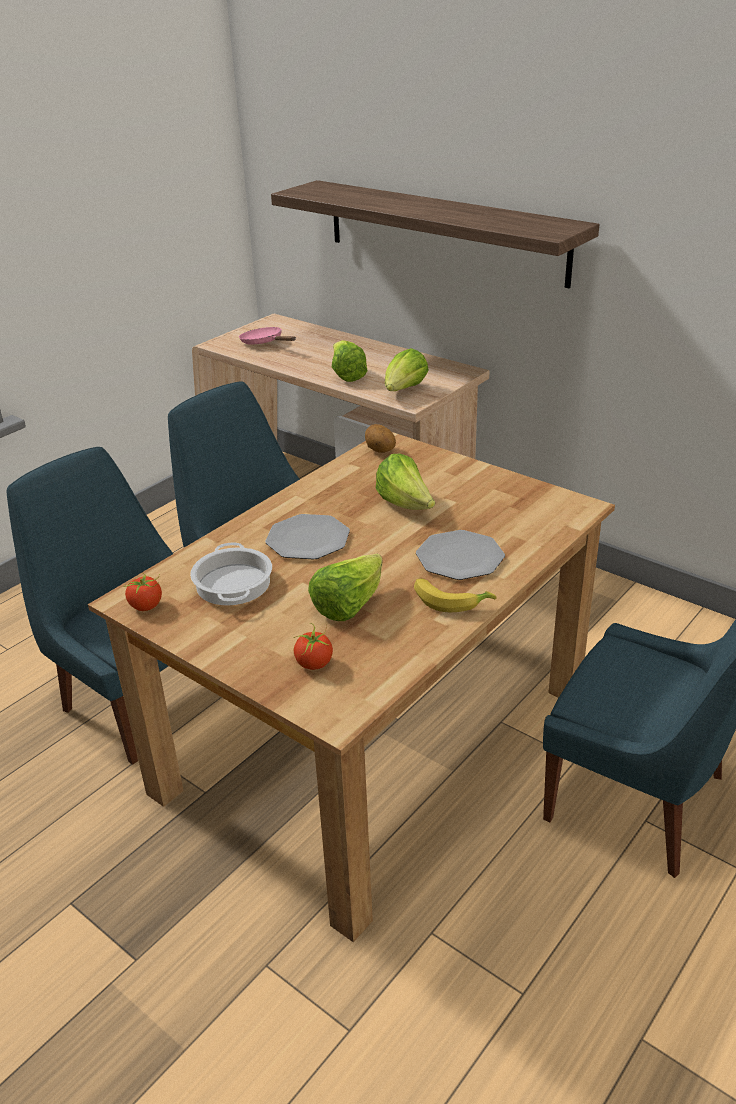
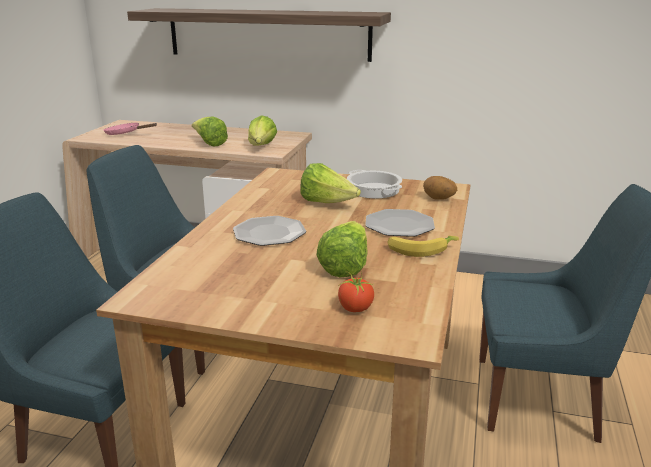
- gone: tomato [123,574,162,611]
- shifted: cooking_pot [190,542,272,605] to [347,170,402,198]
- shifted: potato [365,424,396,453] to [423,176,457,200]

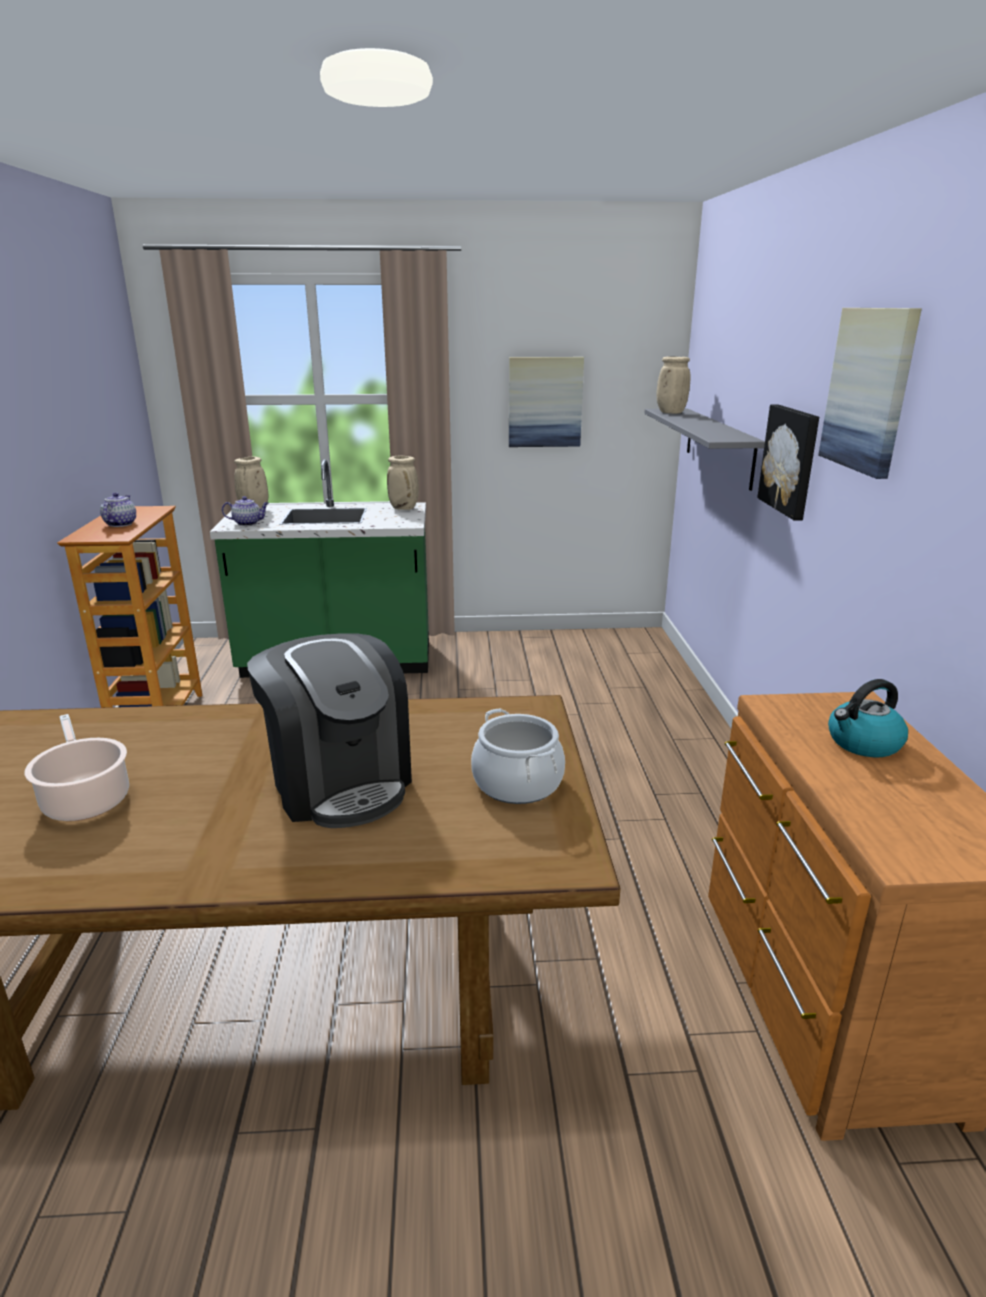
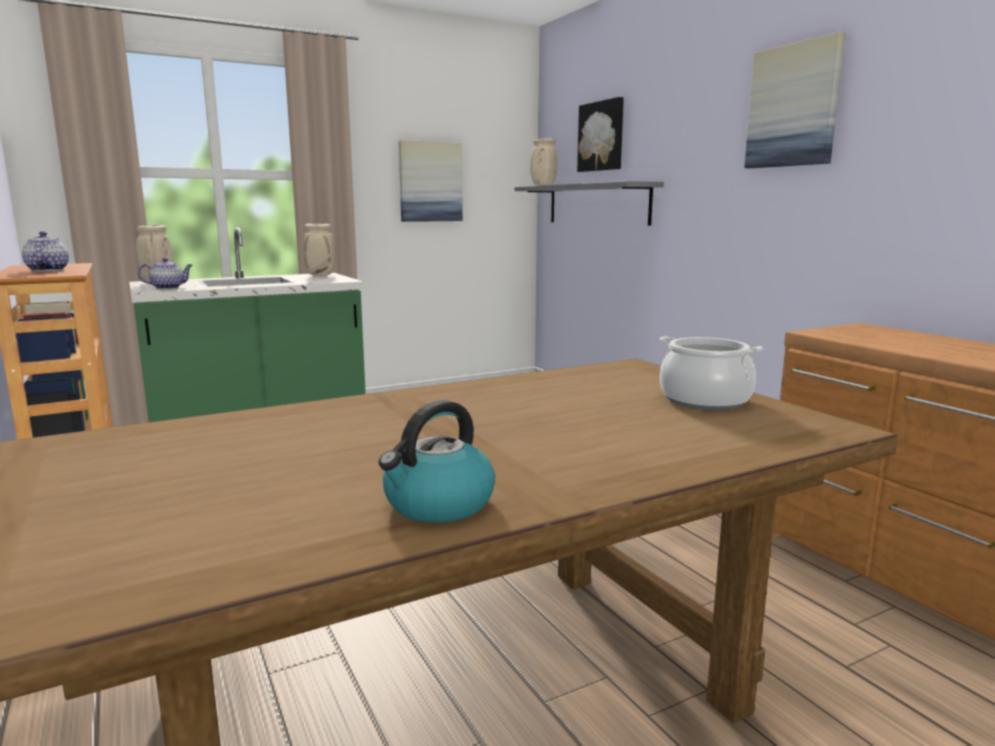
- gone: cooking_pot [24,714,129,821]
- gone: coffee_machine [247,633,412,828]
- shifted: picture [757,404,819,521] to [577,97,624,172]
- shifted: kettle [828,679,908,757] to [379,400,495,523]

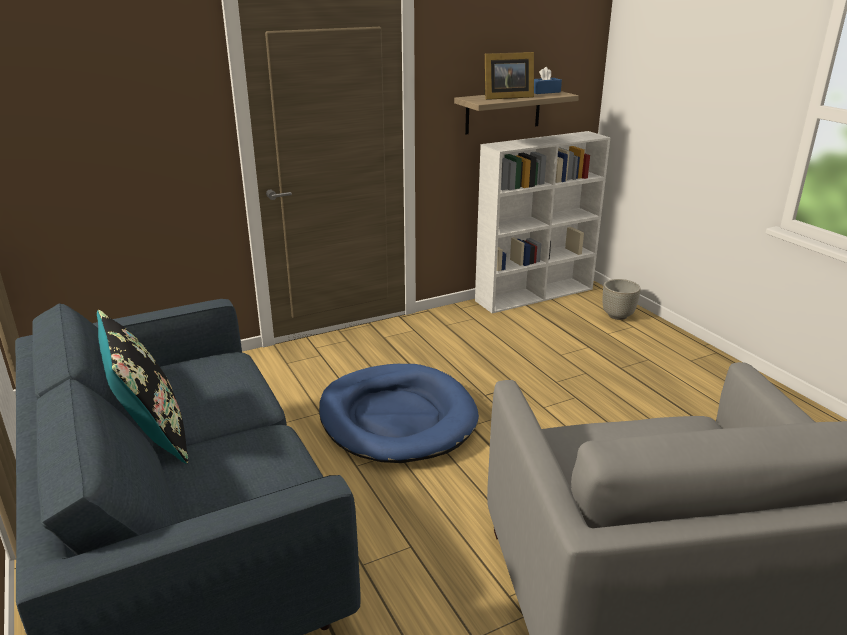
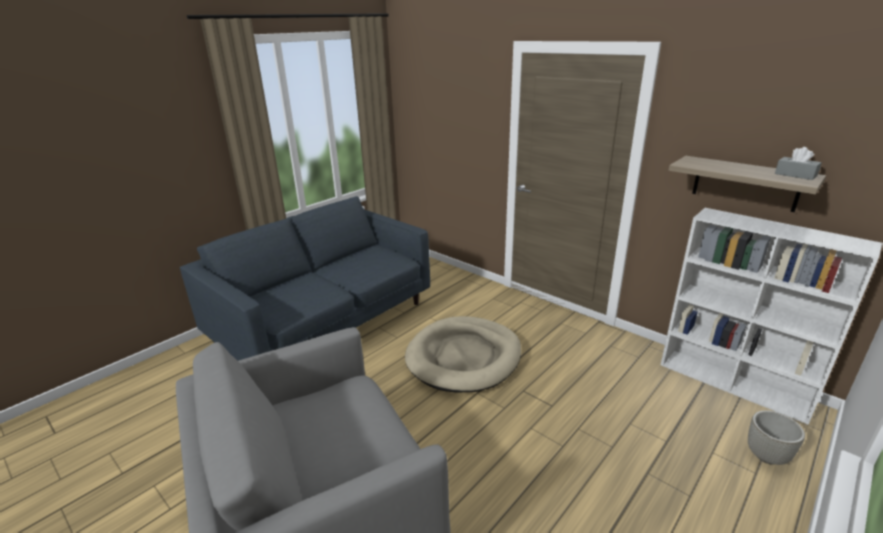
- gone: black_pillow [97,310,188,464]
- gone: picture_frame [484,52,534,100]
- repainted: blue_dog_bed [319,364,479,463] to beige_dog_bed [405,316,521,393]
- repainted: blue_tissue_box [534,67,562,94] to grey_tissue_box [775,147,822,180]

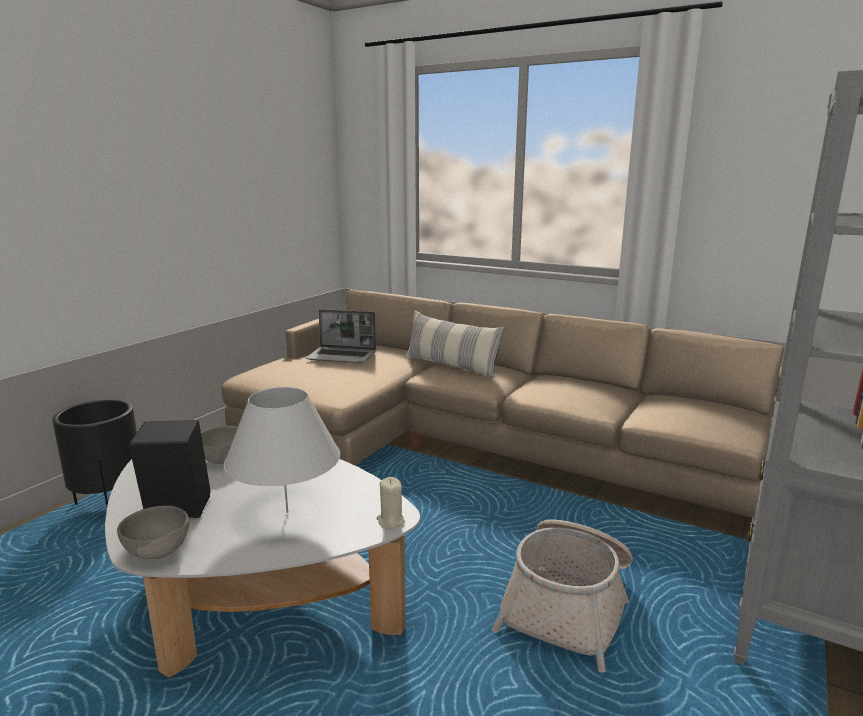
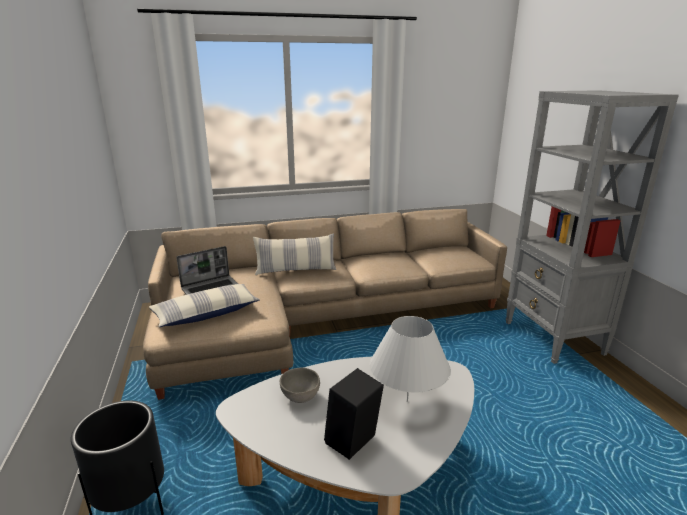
- gone: grey_bowl [117,506,189,559]
- gone: beige_candle [376,477,405,528]
- gone: basket [491,519,633,673]
- new: pillow [149,284,260,327]

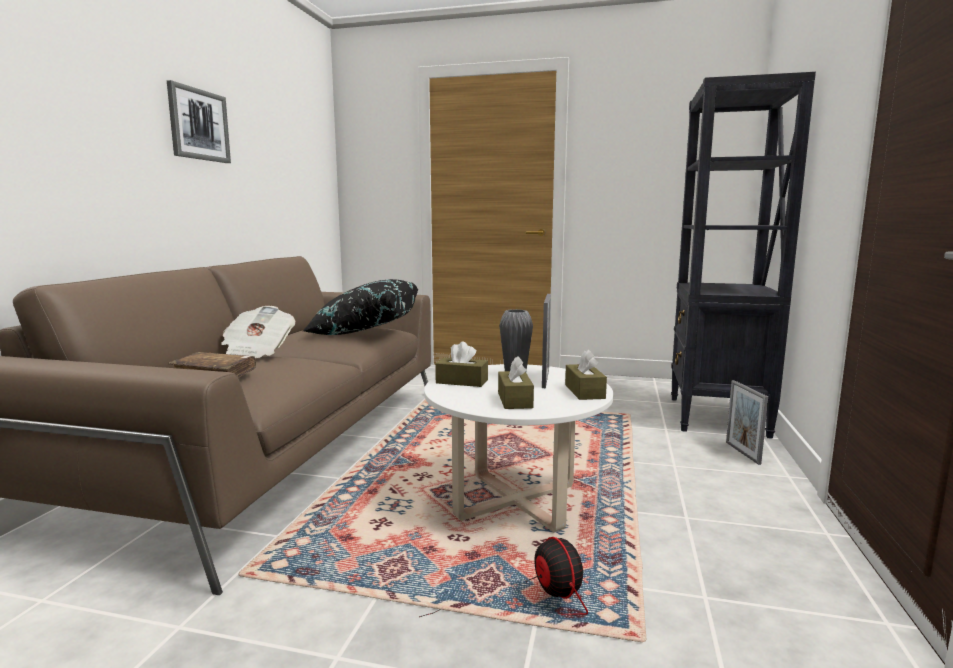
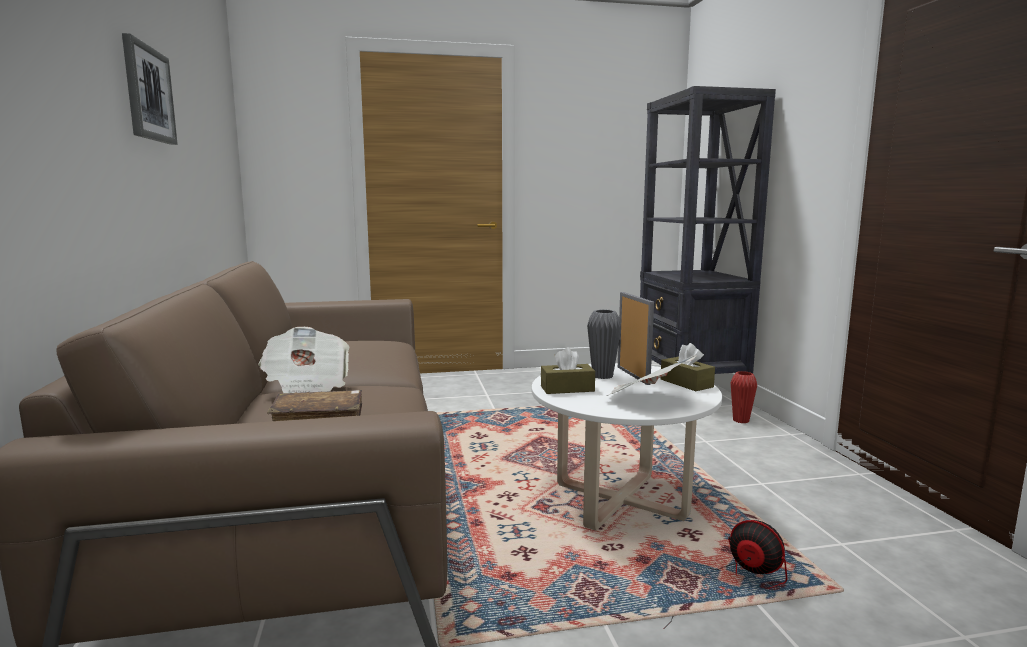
- gone: black_pillow [303,279,418,335]
- swapped: brown_tissue_box [498,356,534,409] to newspaper [607,355,697,396]
- swapped: picture_frame [726,380,768,465] to red_vase [731,371,757,423]

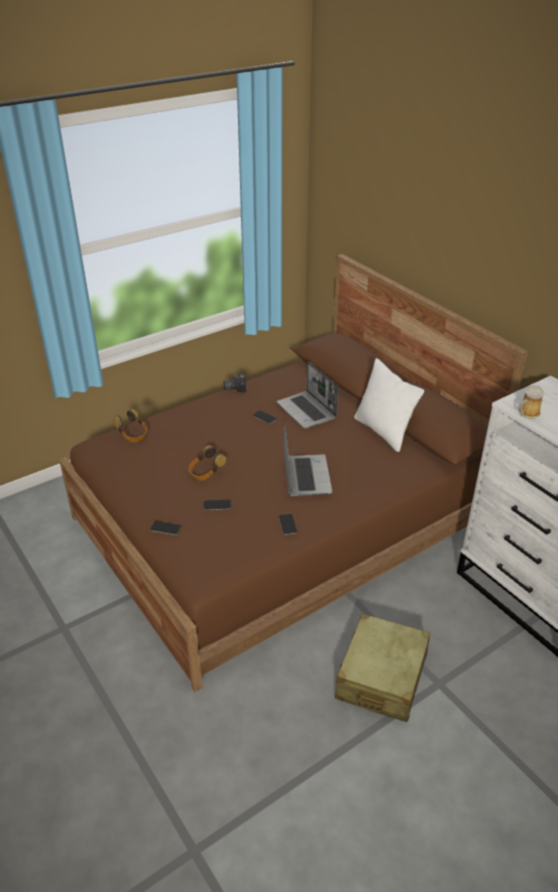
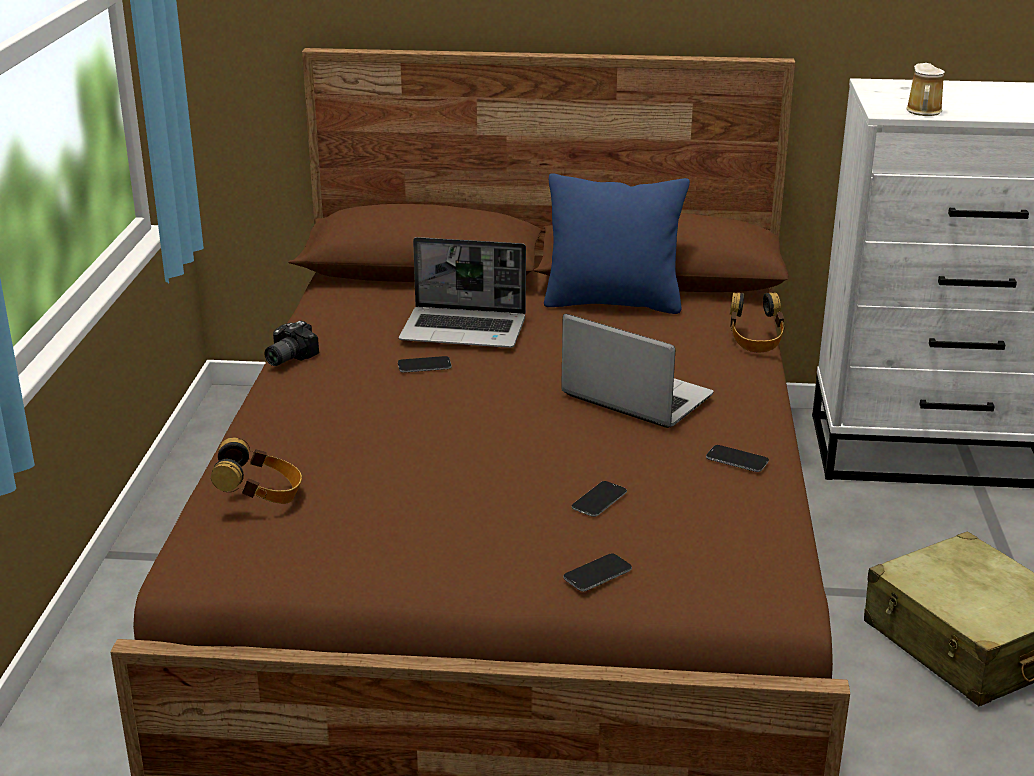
- shifted: headphones [189,445,226,481] to [730,293,785,353]
- repainted: white_pillow [354,358,424,452] to blue_pillow [544,173,690,314]

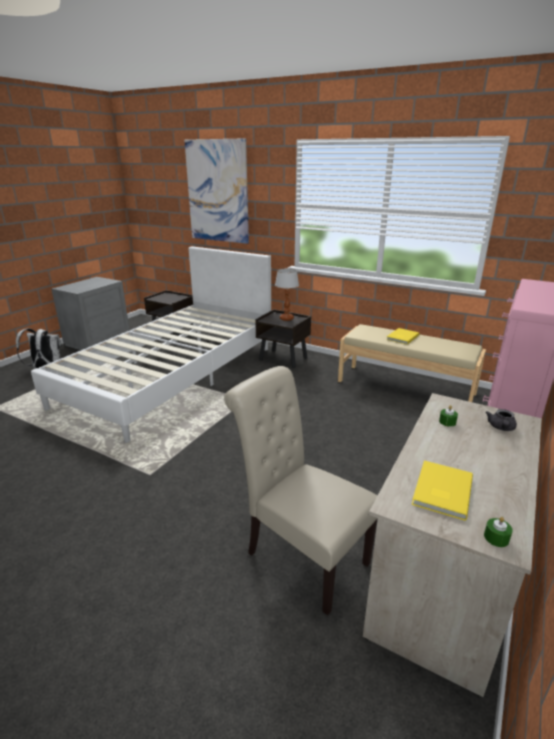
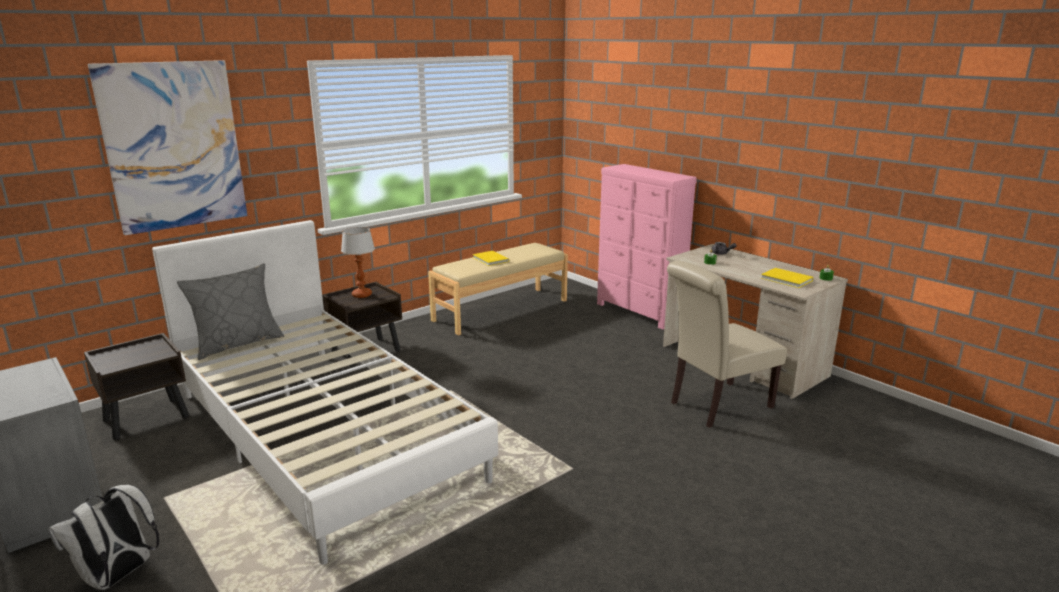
- new: grey_pillow [177,263,284,360]

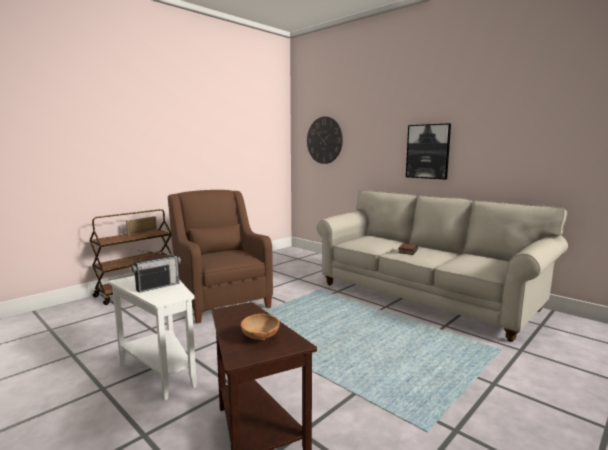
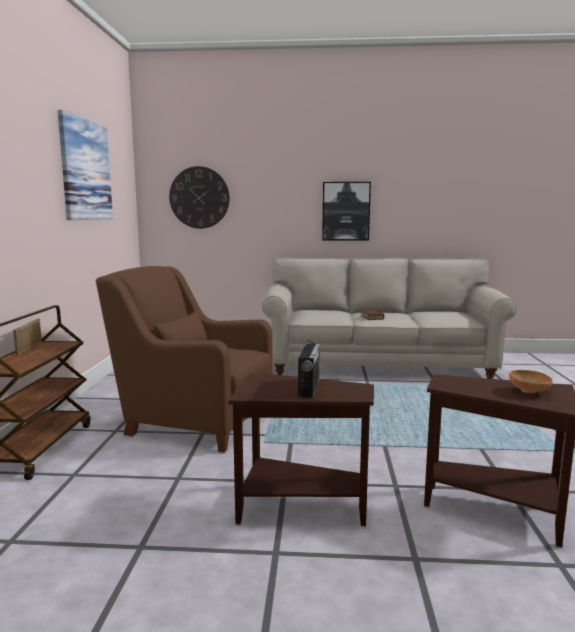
- new: picture [58,110,113,220]
- repainted: white_side_table [108,276,197,401] to brown_side_table [228,372,374,526]

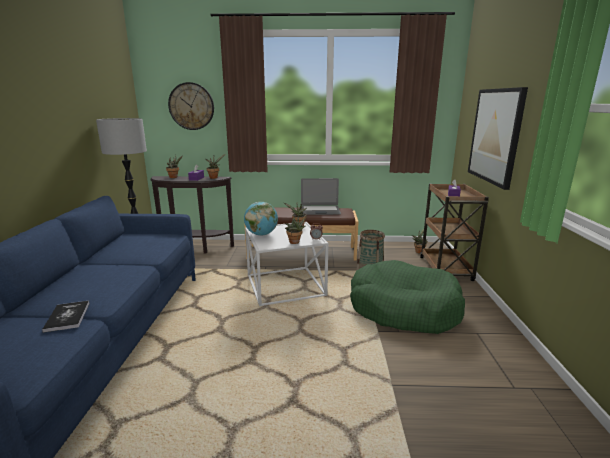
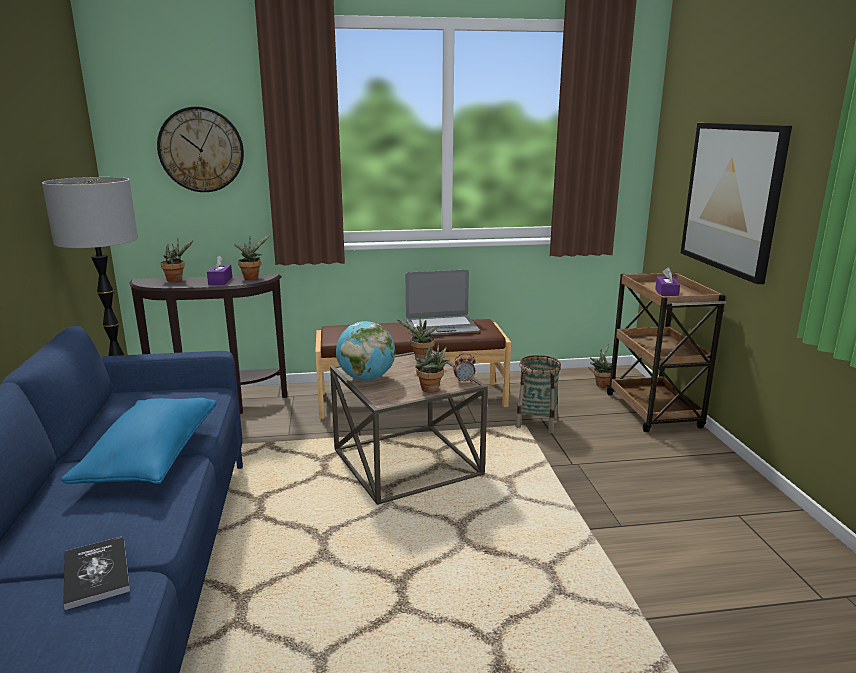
- gone: green_dog_bed [350,260,465,334]
- new: blue_pillow [61,398,217,484]
- repainted: white_side_table [245,222,329,306] to brown_side_table [330,350,488,505]

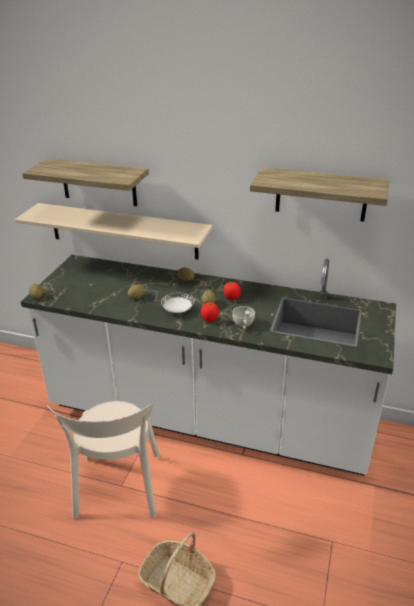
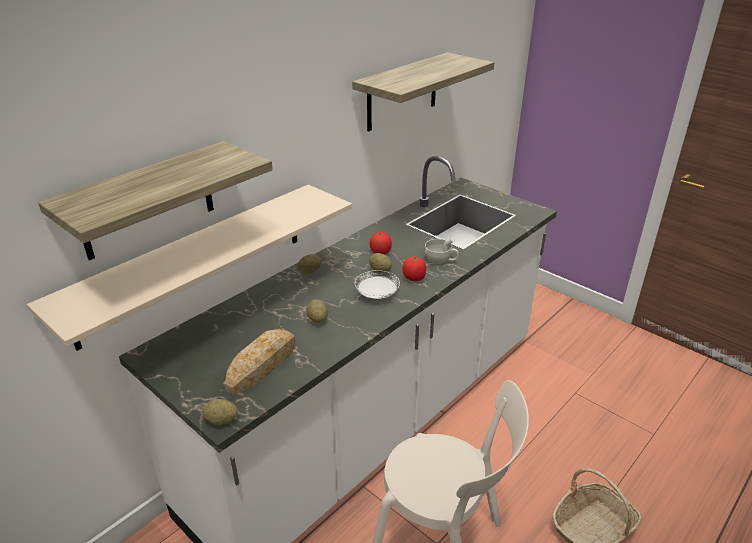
- new: bread [225,329,296,395]

